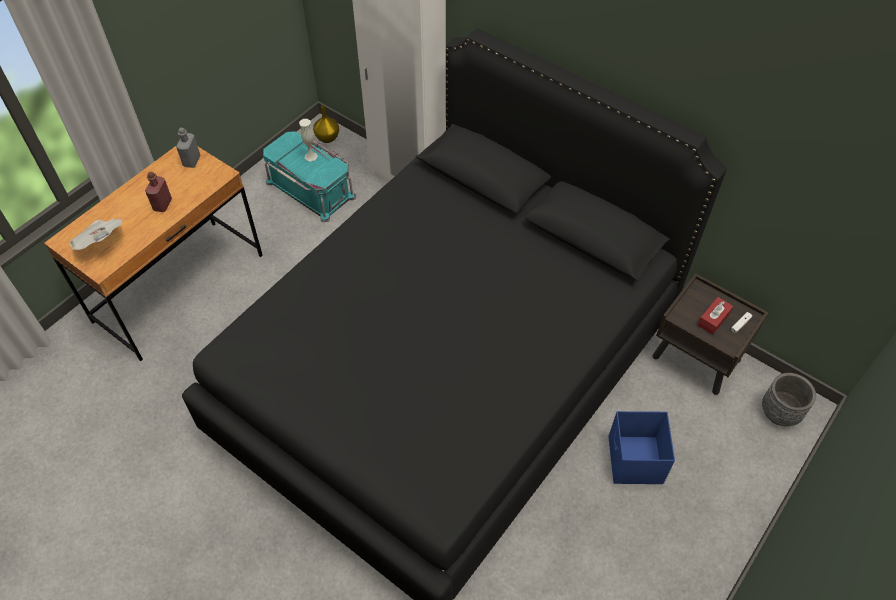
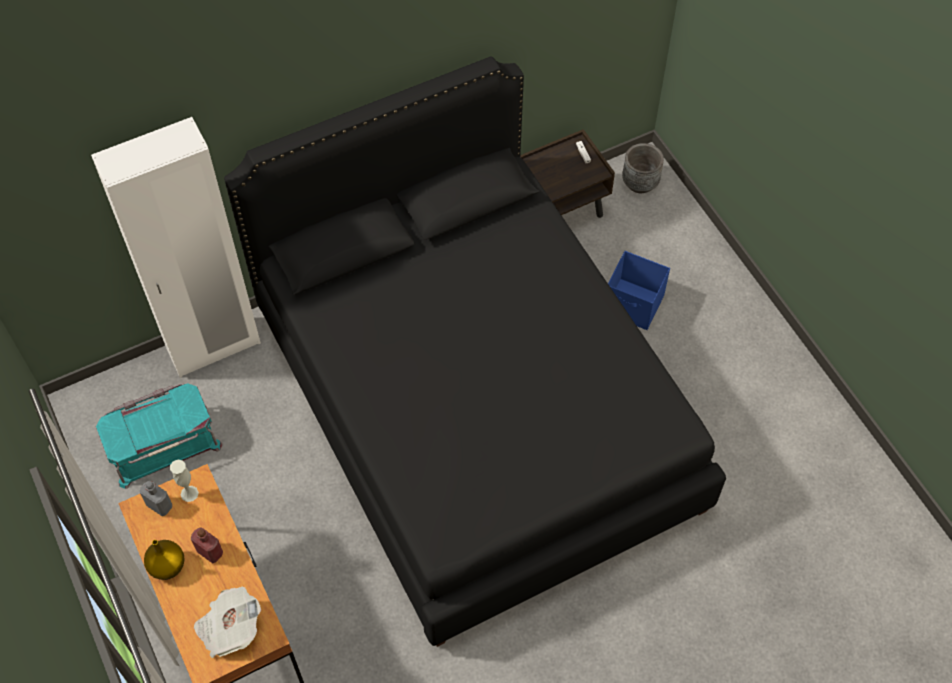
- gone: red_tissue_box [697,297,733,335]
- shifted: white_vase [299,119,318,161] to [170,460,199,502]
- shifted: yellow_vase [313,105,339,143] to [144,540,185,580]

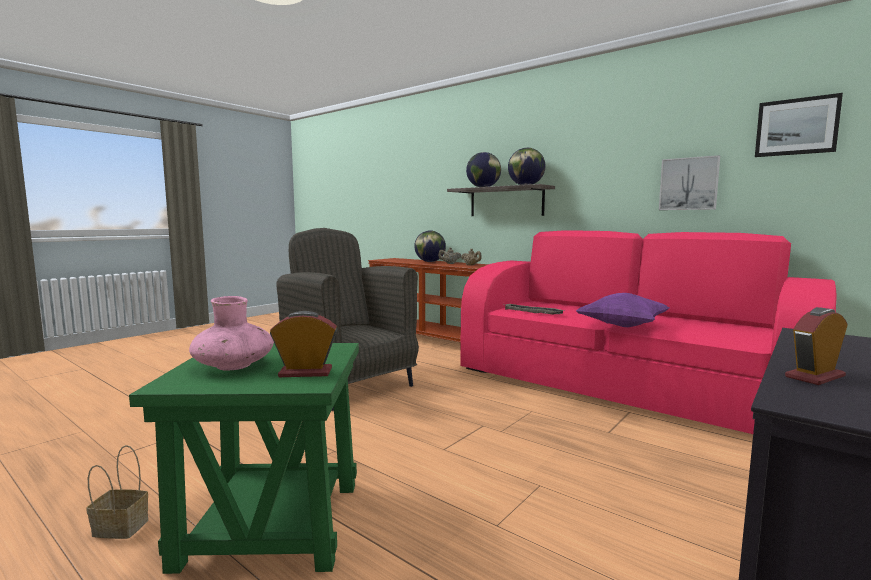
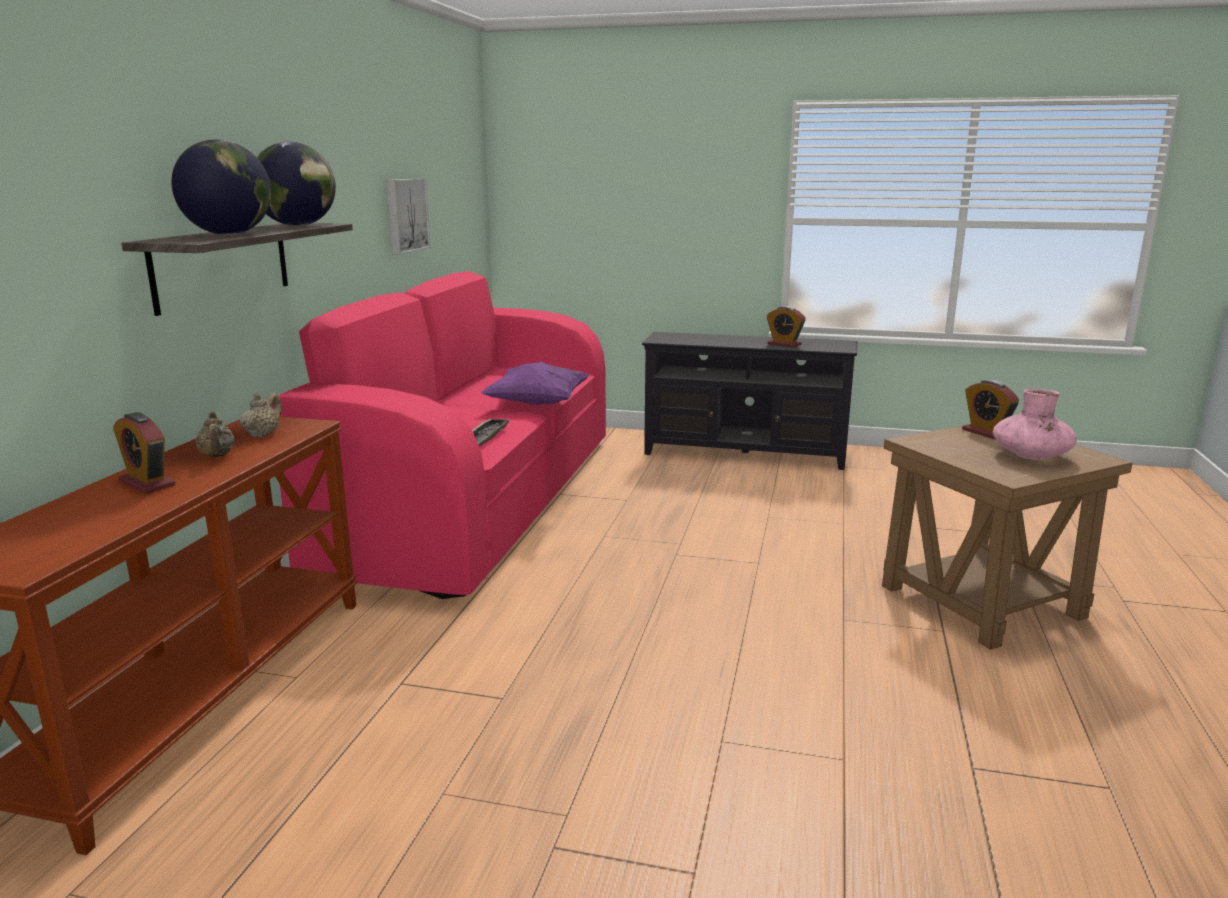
- gone: basket [86,445,148,539]
- gone: grey_armchair [276,228,419,411]
- gone: picture [755,93,843,157]
- swapped: globe [414,231,446,262] to alarm_clock [113,412,176,493]
- repainted: green_side_table [129,343,359,574] to brown_side_table [882,425,1133,650]

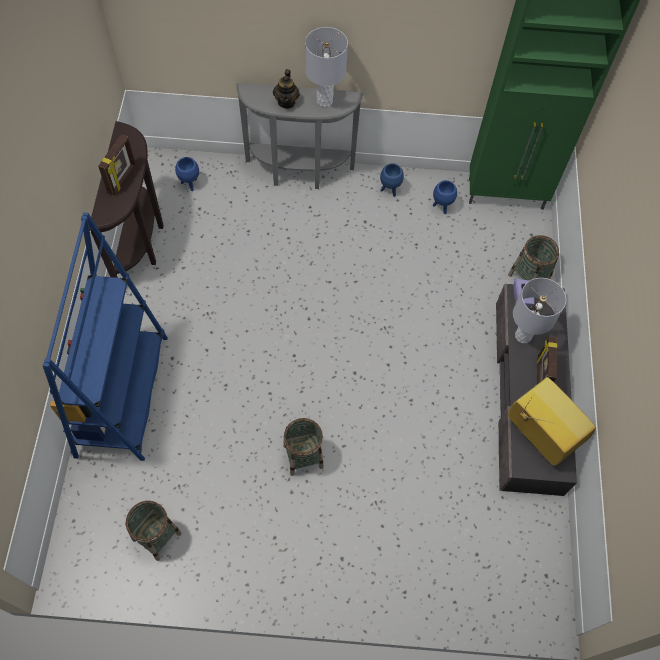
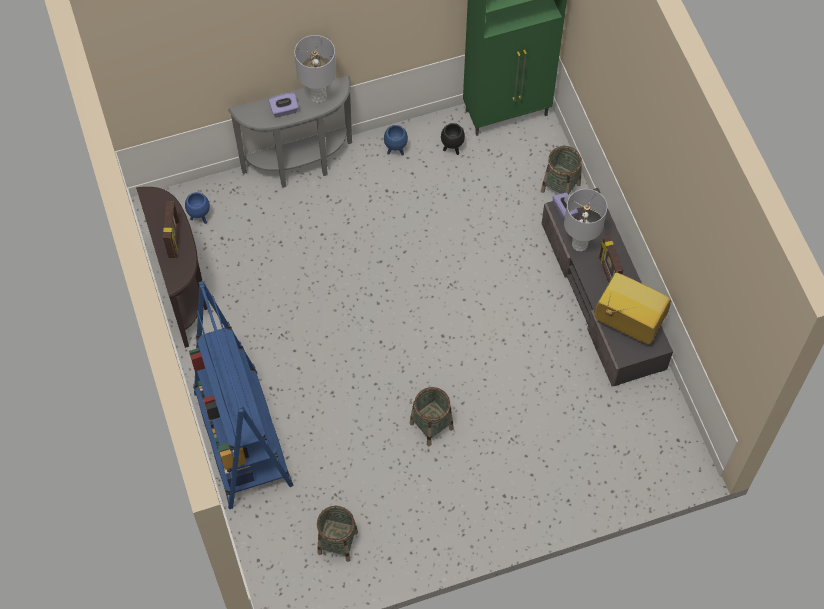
- swapped: teapot [273,69,300,109] to purple_tissue_box [269,93,299,117]
- repainted: blue_planter [433,180,457,214] to black_planter [441,123,465,155]

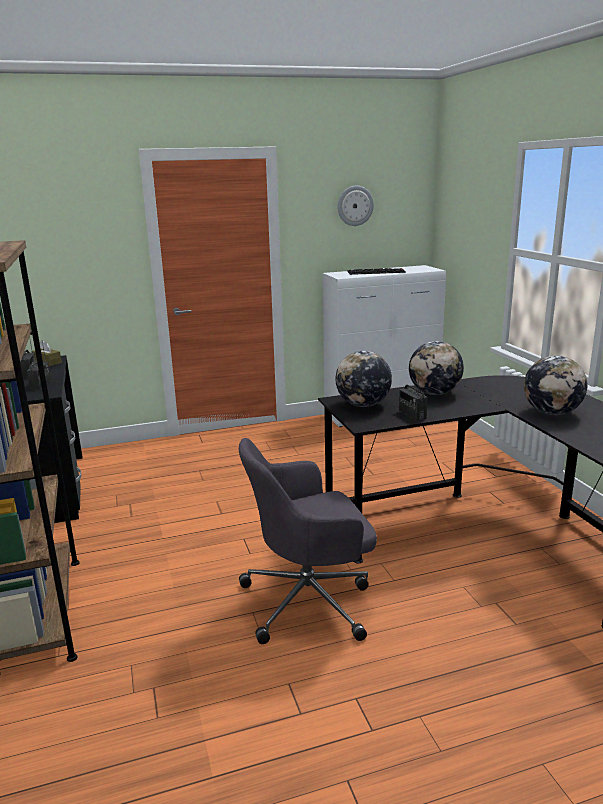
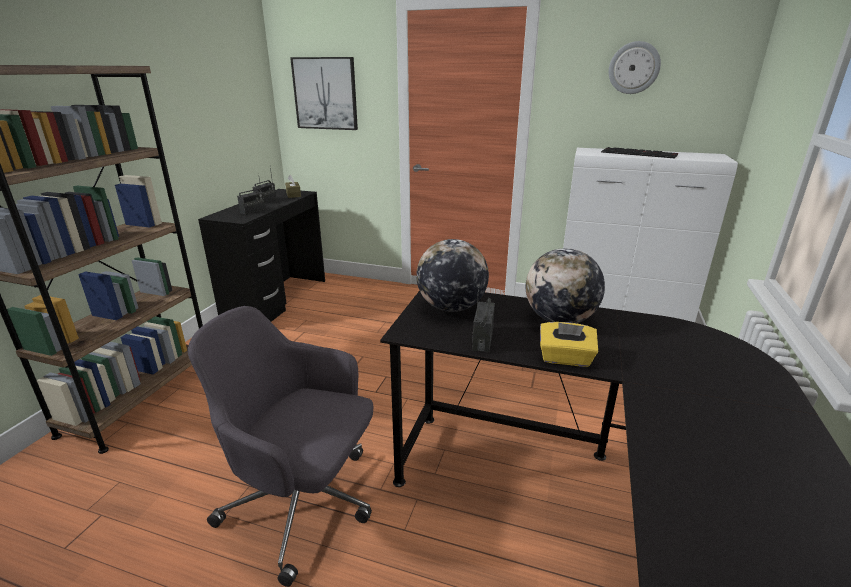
- gone: globe [524,356,587,415]
- new: picture [290,57,358,130]
- new: yellow_tissue_box [540,322,598,367]

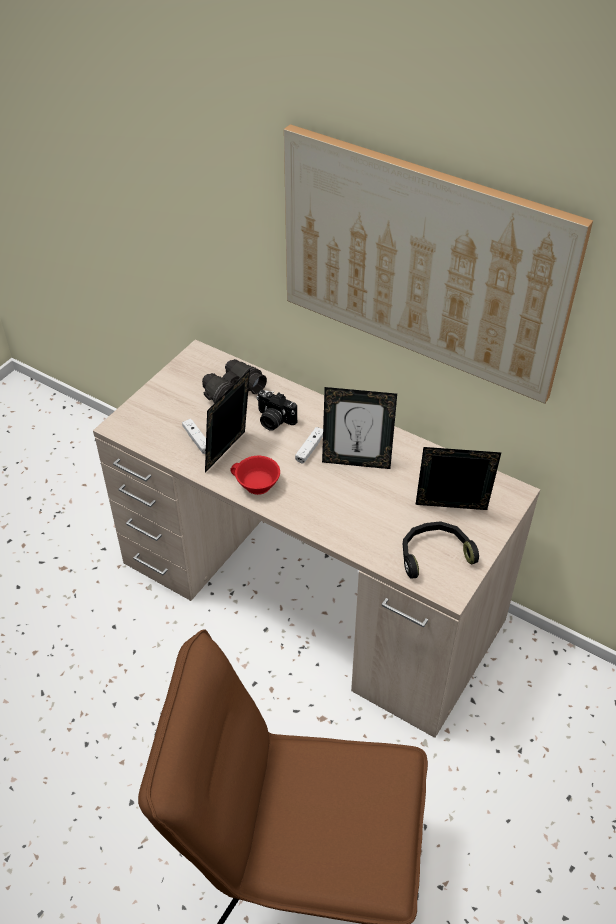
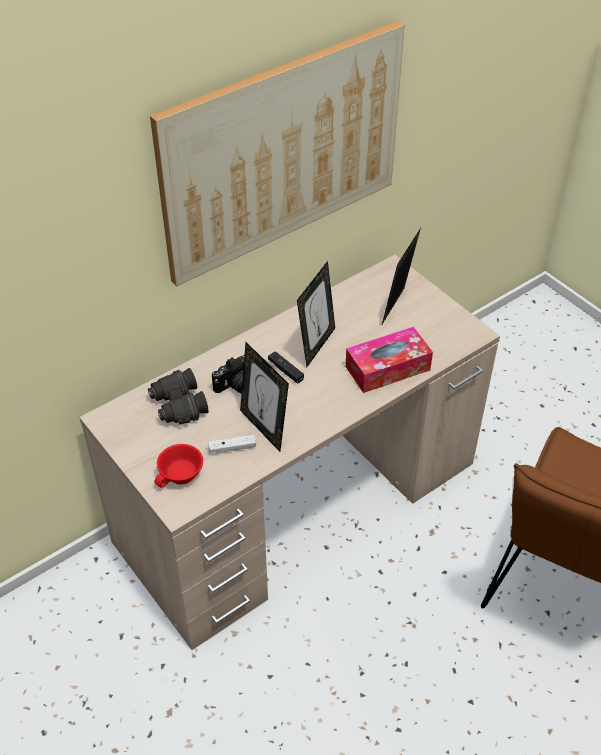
- gone: black_headphones [403,521,479,579]
- new: tissue_box [345,327,433,393]
- shifted: red_cup [230,456,280,495] to [154,444,203,488]
- repainted: white_game_controller [295,427,323,463] to black_game_controller [268,351,304,384]

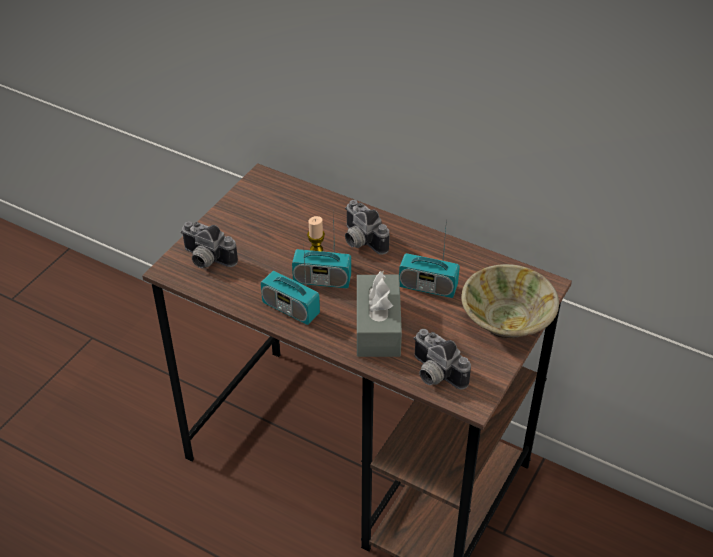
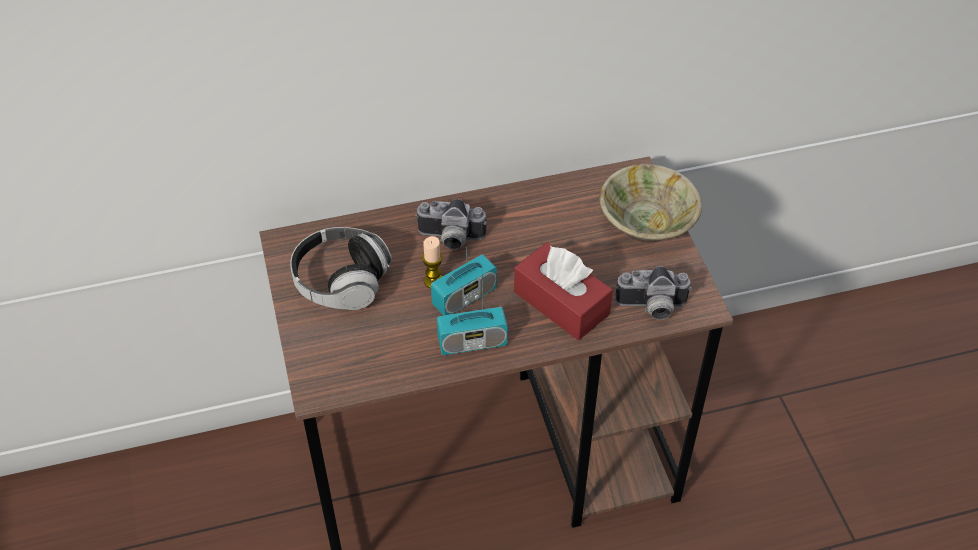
- gone: photo_camera [181,221,238,268]
- gone: radio [399,219,460,298]
- new: headphones [290,227,392,310]
- repainted: grey_tissue_box [357,271,402,357] to red_tissue_box [514,243,613,340]

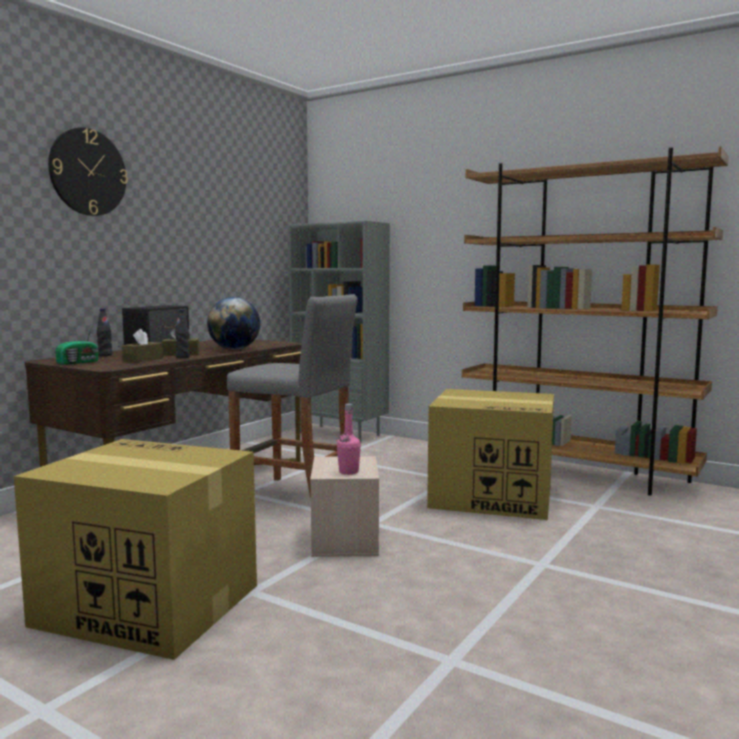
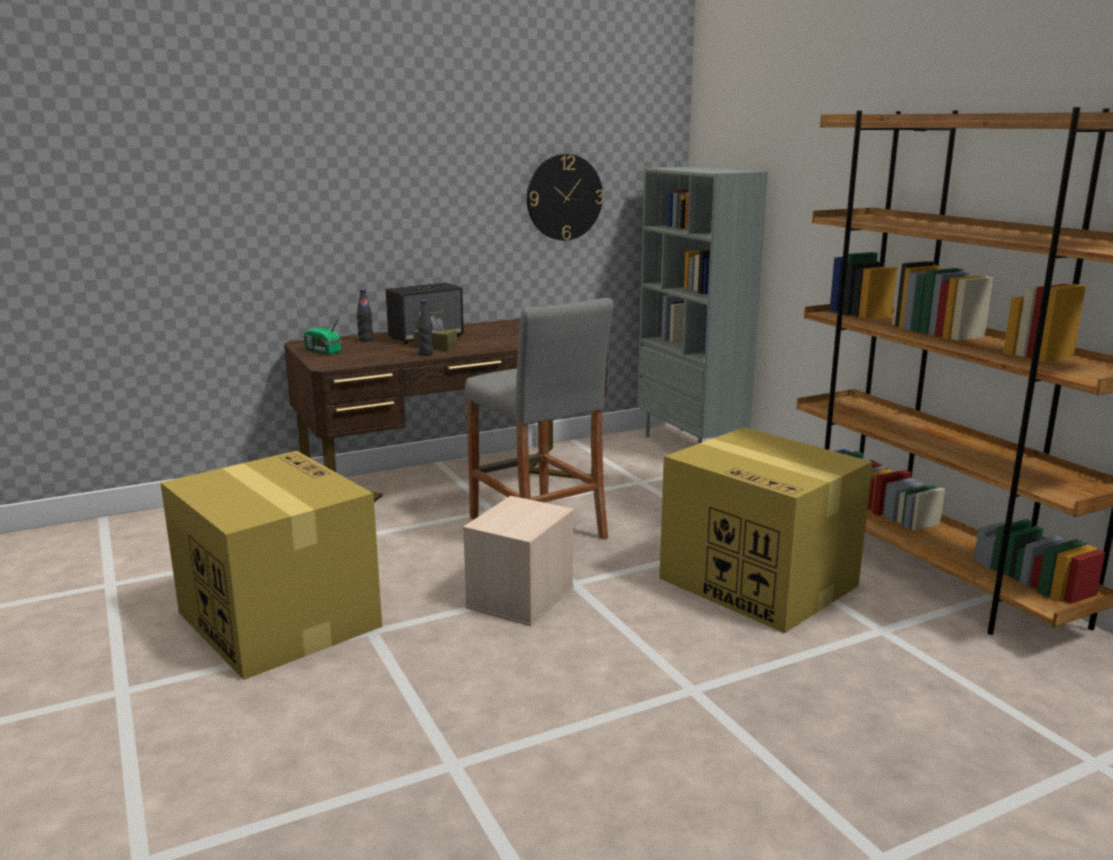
- gone: brown_tissue_box [122,329,163,362]
- gone: globe [207,297,260,350]
- gone: pink_bottle [337,404,361,475]
- shifted: wall_clock [48,127,128,216] to [527,154,604,241]
- rotated: radio [55,324,99,365] = [304,314,341,355] 60 degrees clockwise

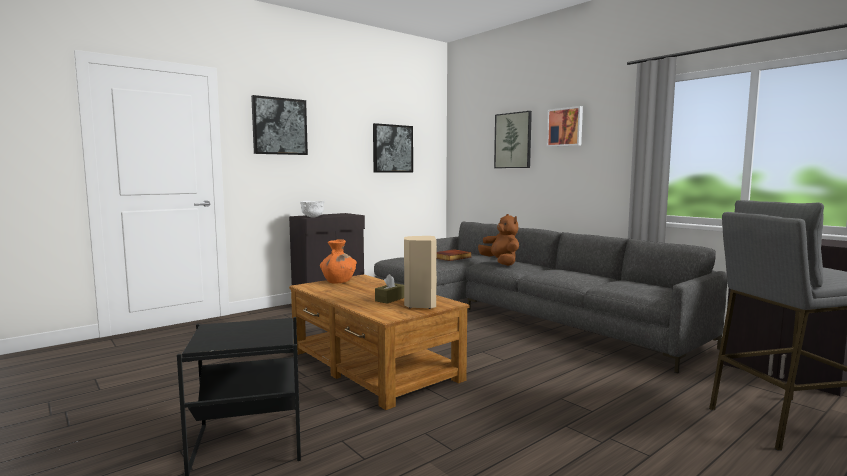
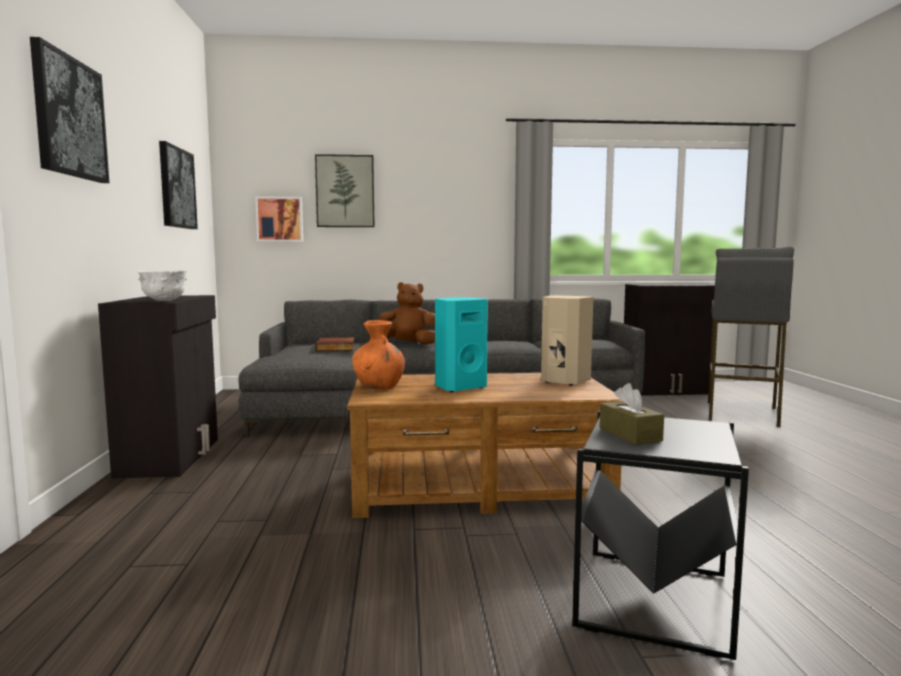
- new: turquoise_speaker [435,297,488,392]
- shifted: brown_tissue_box [375,274,404,304] to [599,383,664,445]
- shifted: picture [546,106,583,147] to [255,196,303,242]

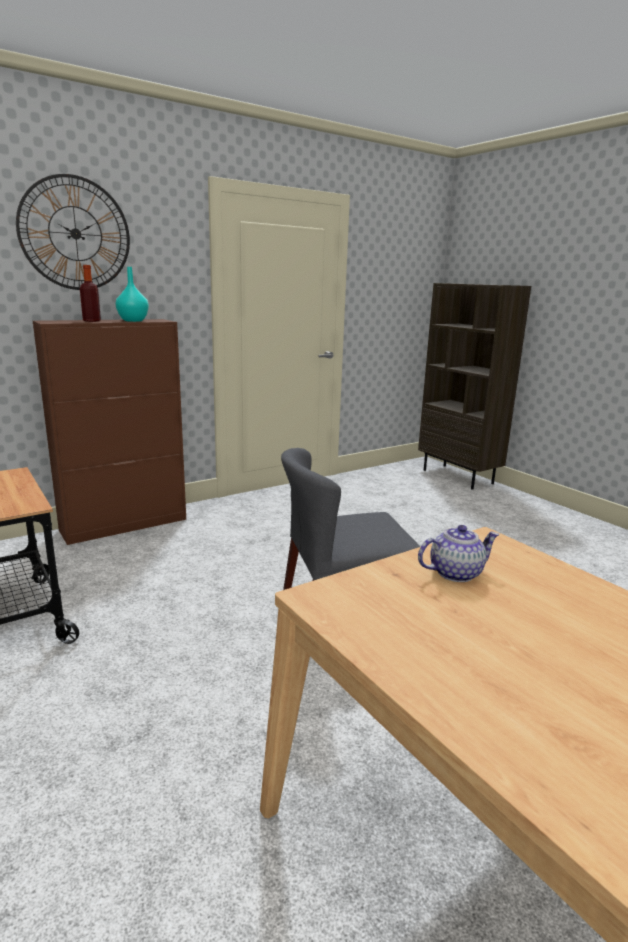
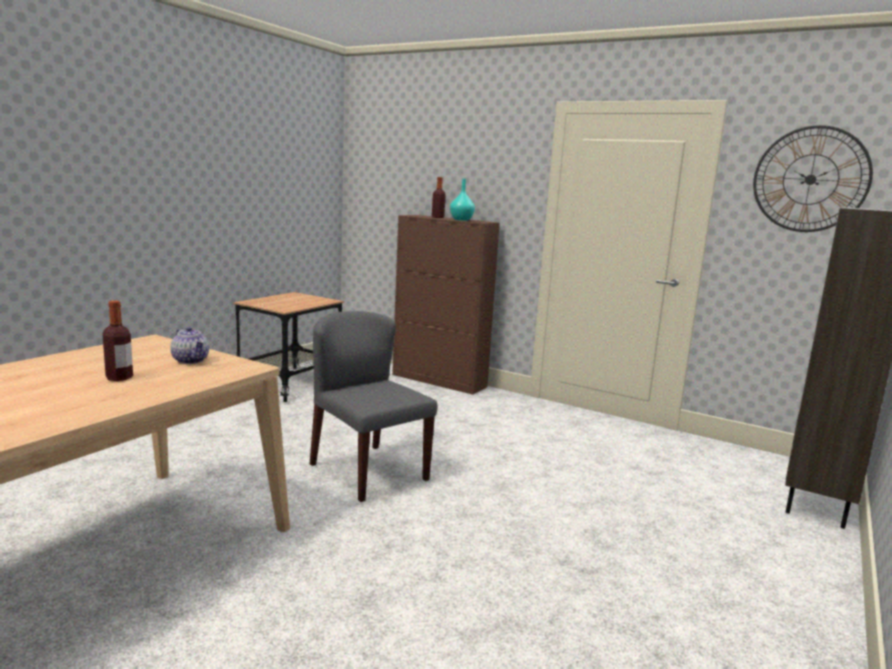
- new: bottle [103,301,133,381]
- shifted: wall_clock [16,174,130,290] to [753,125,873,232]

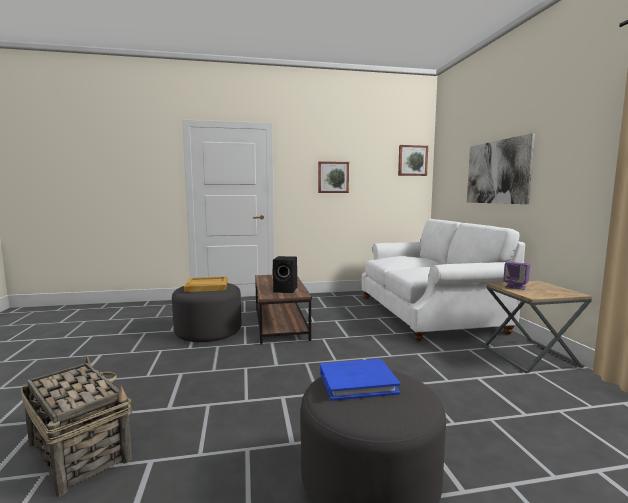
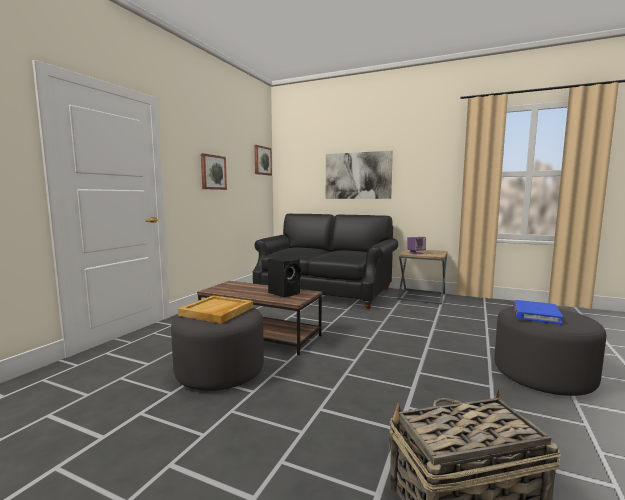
- repainted: white_sofa [362,219,525,341] to black_sofa [253,214,398,309]

